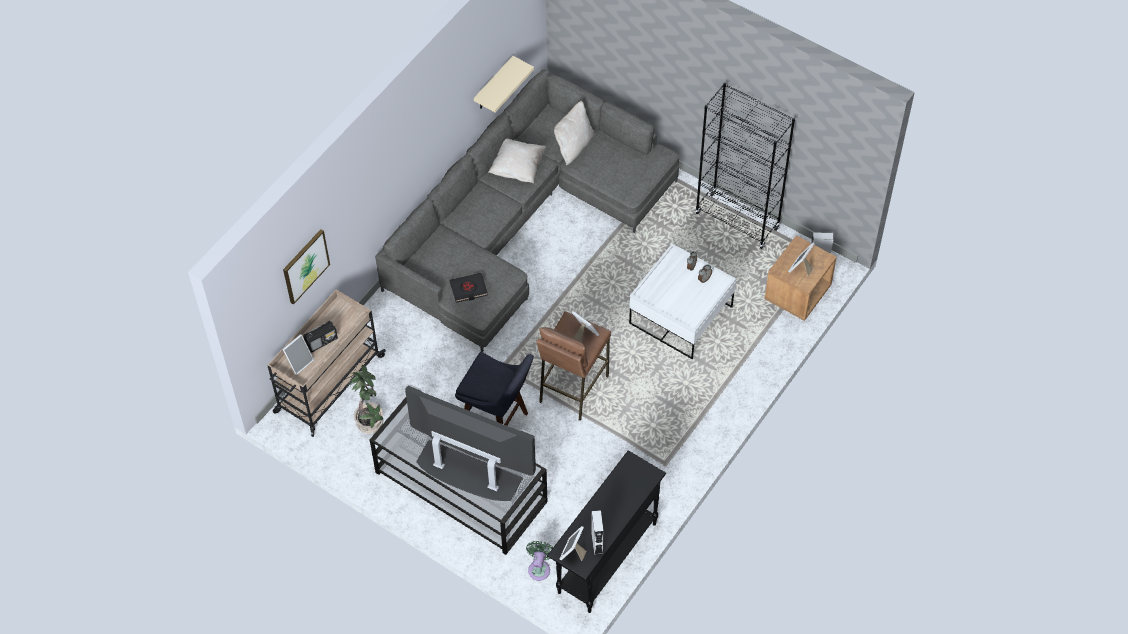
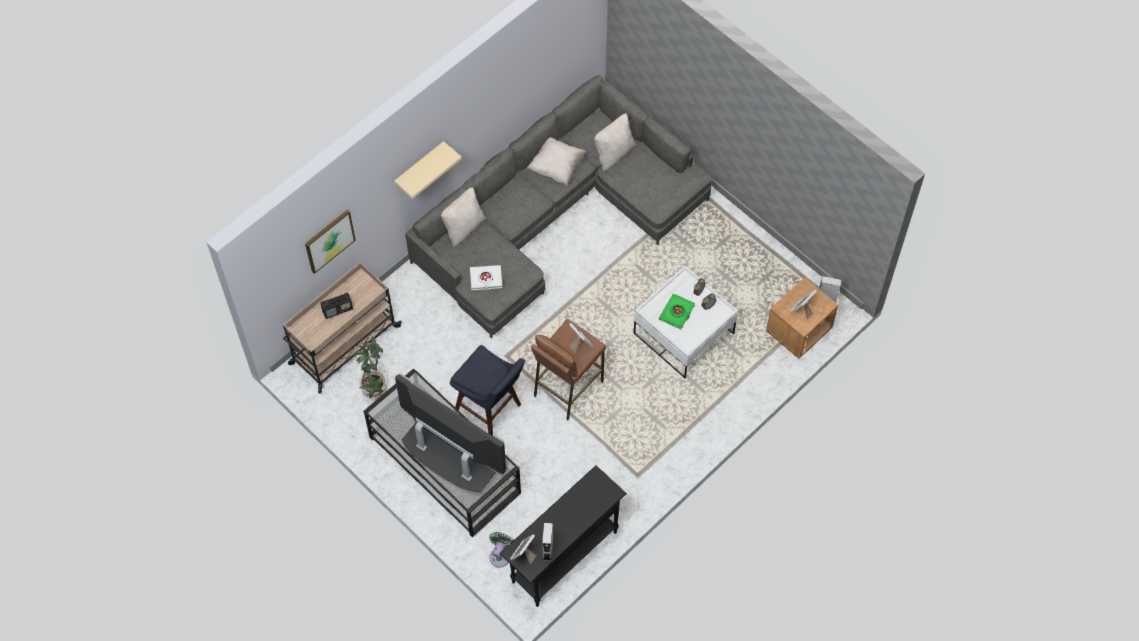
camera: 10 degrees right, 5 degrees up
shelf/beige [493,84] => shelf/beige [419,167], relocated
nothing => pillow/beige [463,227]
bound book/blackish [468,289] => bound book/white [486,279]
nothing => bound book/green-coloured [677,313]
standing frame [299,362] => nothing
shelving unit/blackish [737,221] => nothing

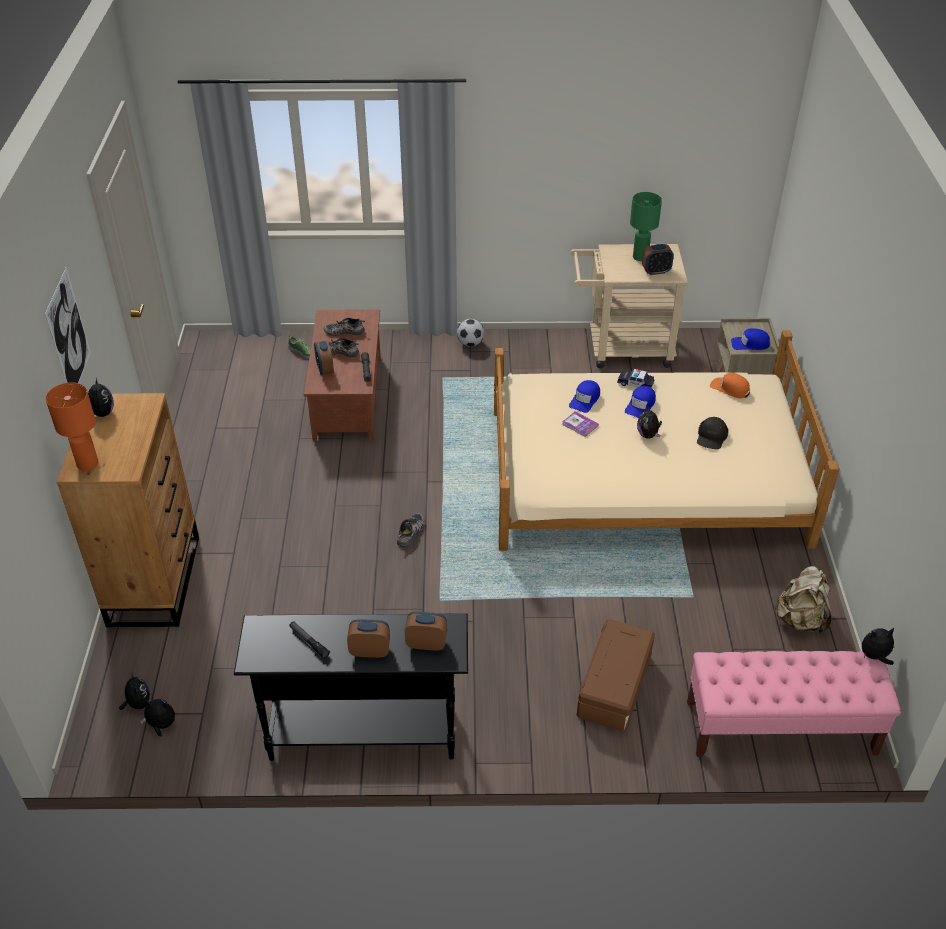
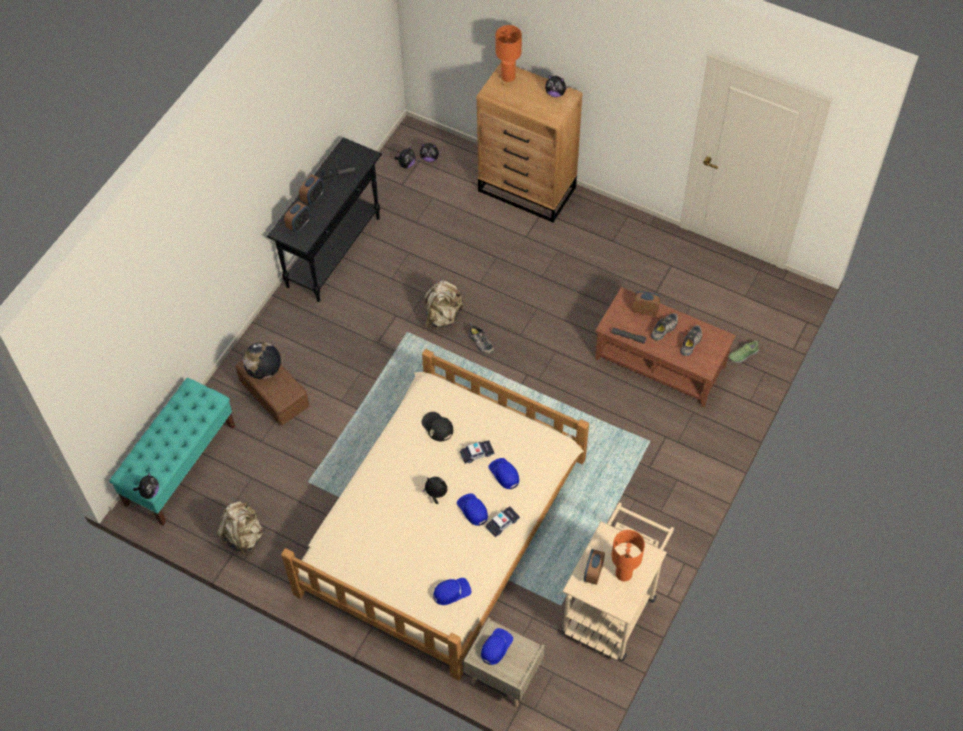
camera: 120 degrees right, 15 degrees up
indoor bench/pinkish [779,728] => indoor bench/blue-green [180,464]
nothing => world globe [264,370]
cap/blackish [711,437] => cap/blackish [437,427], relocated
nothing => backpack/beige [443,316]
cap/orange-coloured [730,388] => cap/blue-coloured [451,592]
bound book [580,425] => model car [477,453]
tabletop lamp/green-coloured [640,257] => tabletop lamp/orange-coloured [624,574]
wall art [68,334] => nothing
football [470,343] => nothing

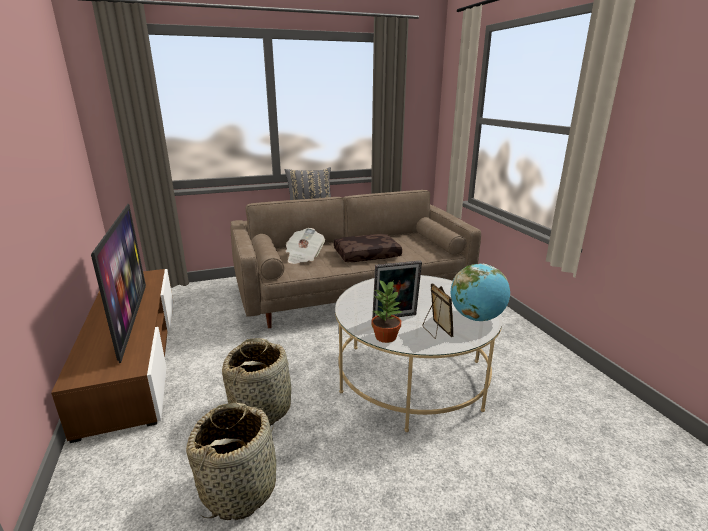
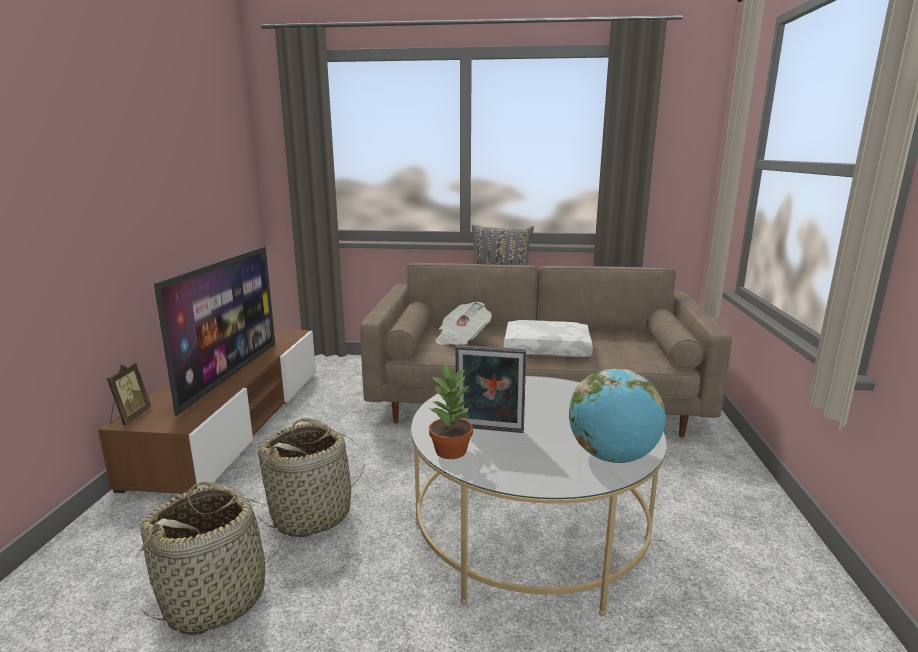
camera: 25 degrees right, 5 degrees down
standing frame [436,331] => standing frame [130,417], relocated
pillow/brown-coloured [367,255] => pillow/white [547,349]

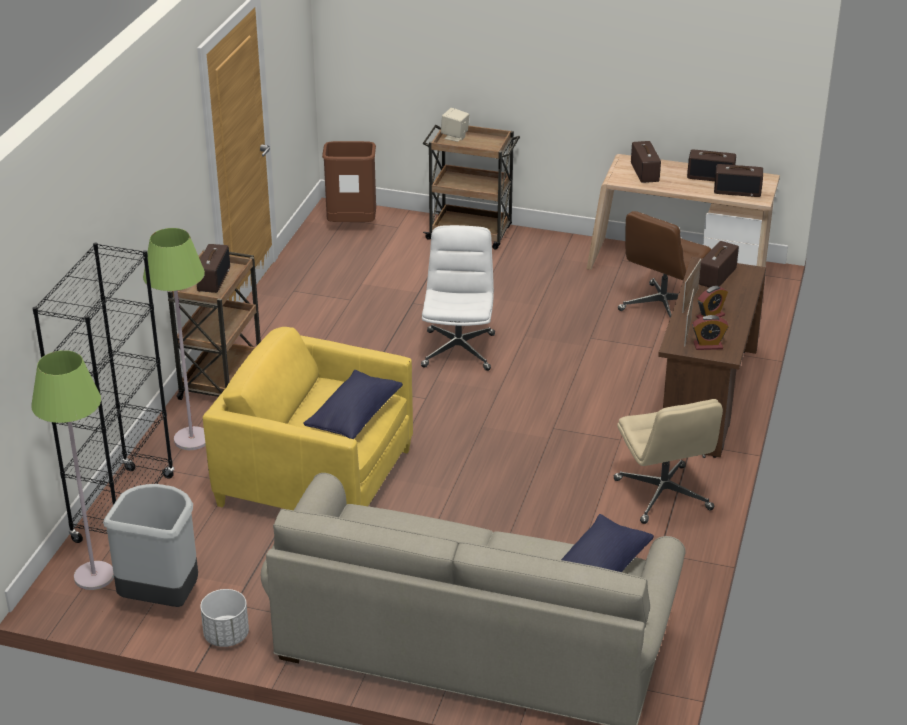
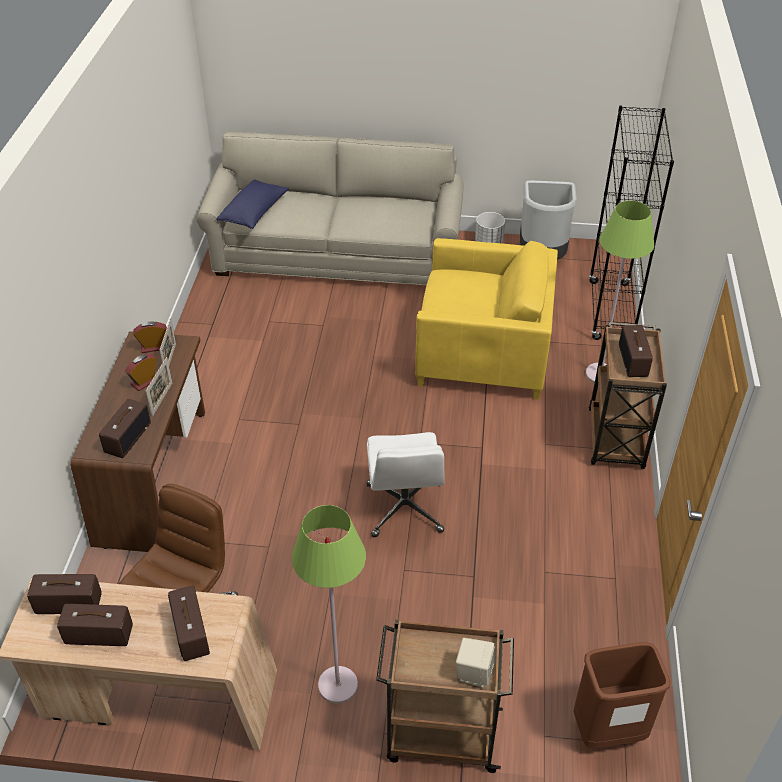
camera: 170 degrees right, 10 degrees up
standard lamp/green-coloured [94,576] => standard lamp/green-coloured [337,685], relocated
pillow/blue-coloured [354,416] => nothing
desk chair/beige [663,495] => nothing

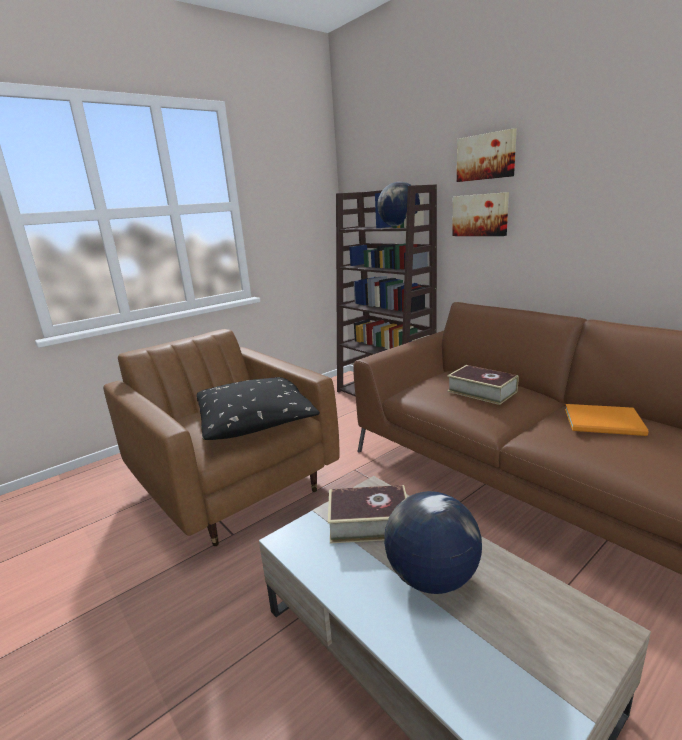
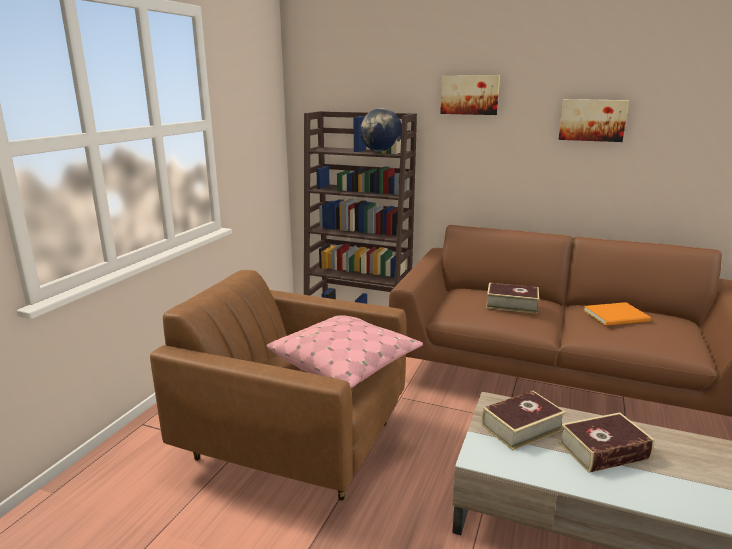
camera: 30 degrees left, 0 degrees up
pillow/blackish [257,419] => pillow/pinkish [345,361]
wall art [480,215] => wall art [592,120], relocated
world globe [431,577] => bound book [603,450]

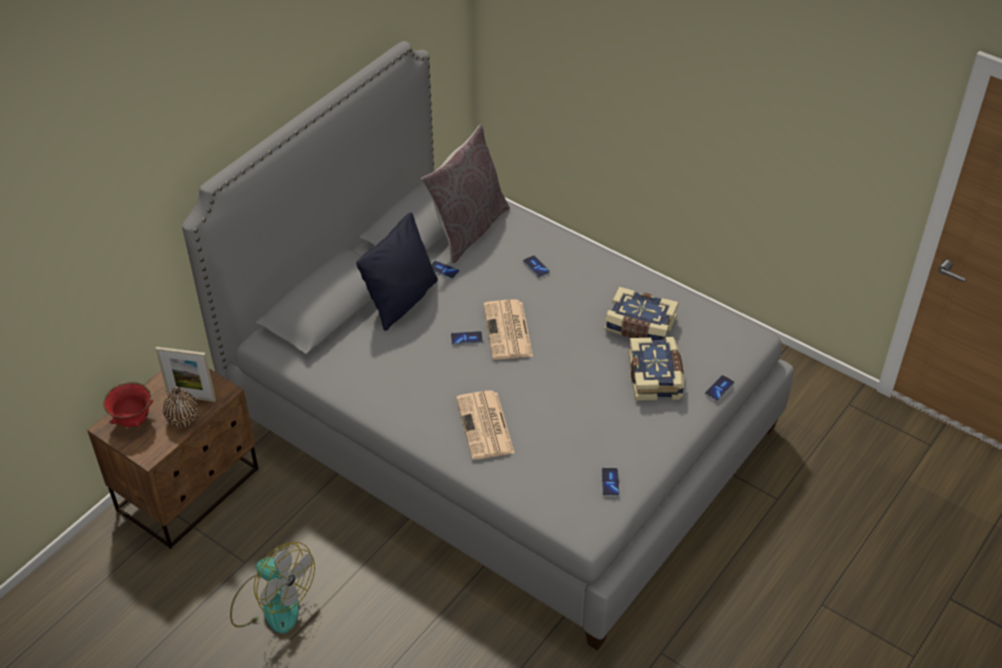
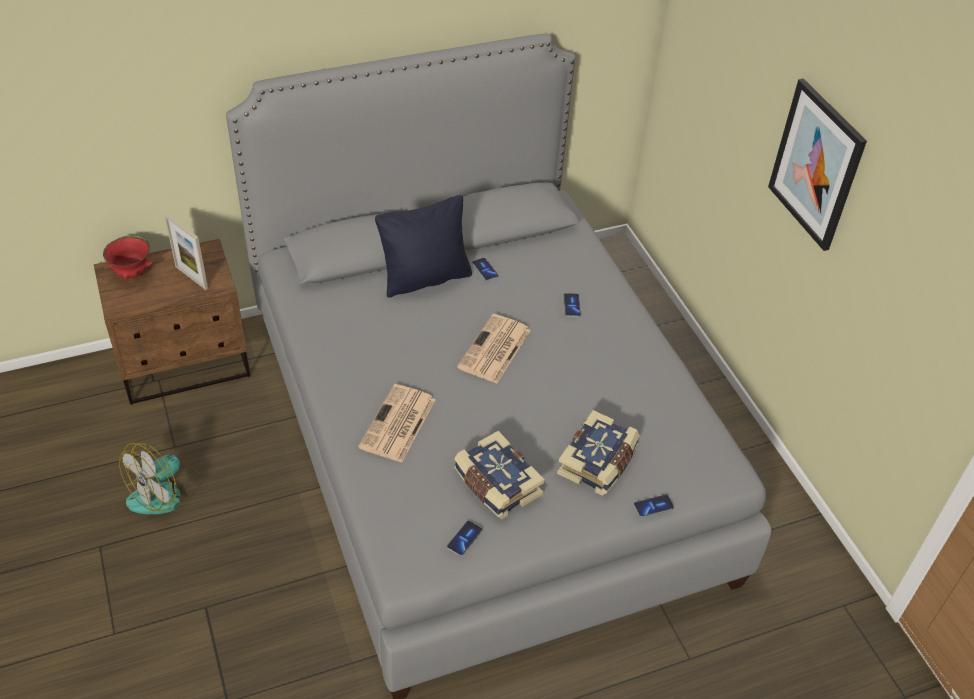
camera: 30 degrees right, 0 degrees up
electric fan [272,602] => electric fan [165,492], 60 degrees clockwise
bound book [639,326] => bound book [496,485], relocated
nothing => wall art [816,165]
vase/brown-coloured [183,419] => nothing
pillow/grey [468,229] => nothing
phone [466,338] => nothing

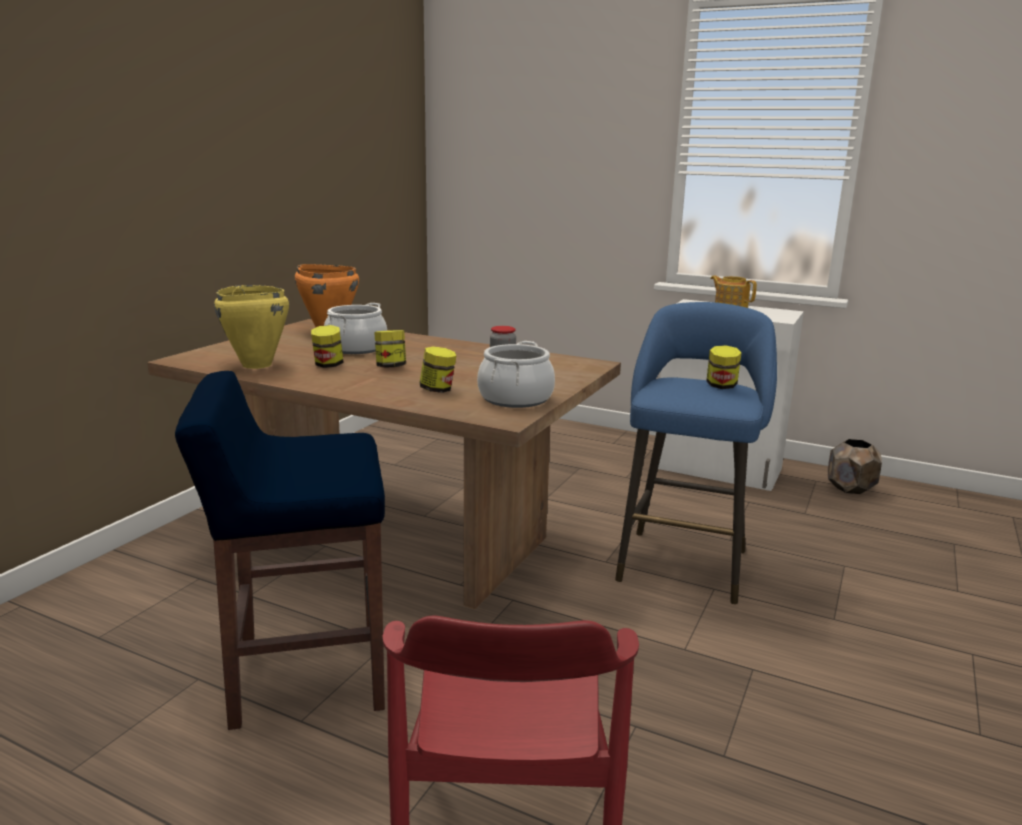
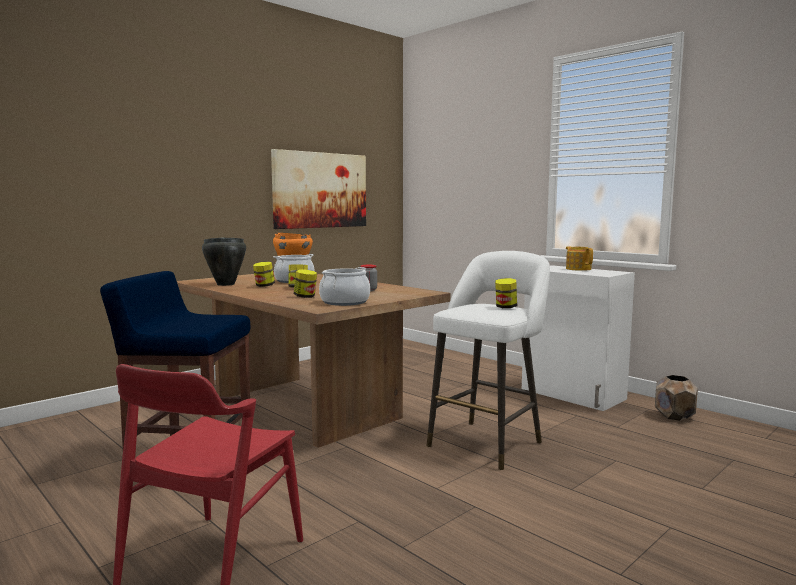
camera: 20 degrees right, 10 degrees down
stockpot/yellow-coloured [256,365] => stockpot/blackish [225,284]
nothing => wall art [320,190]
stool/blue-coloured [684,561] => stool/white [488,442]

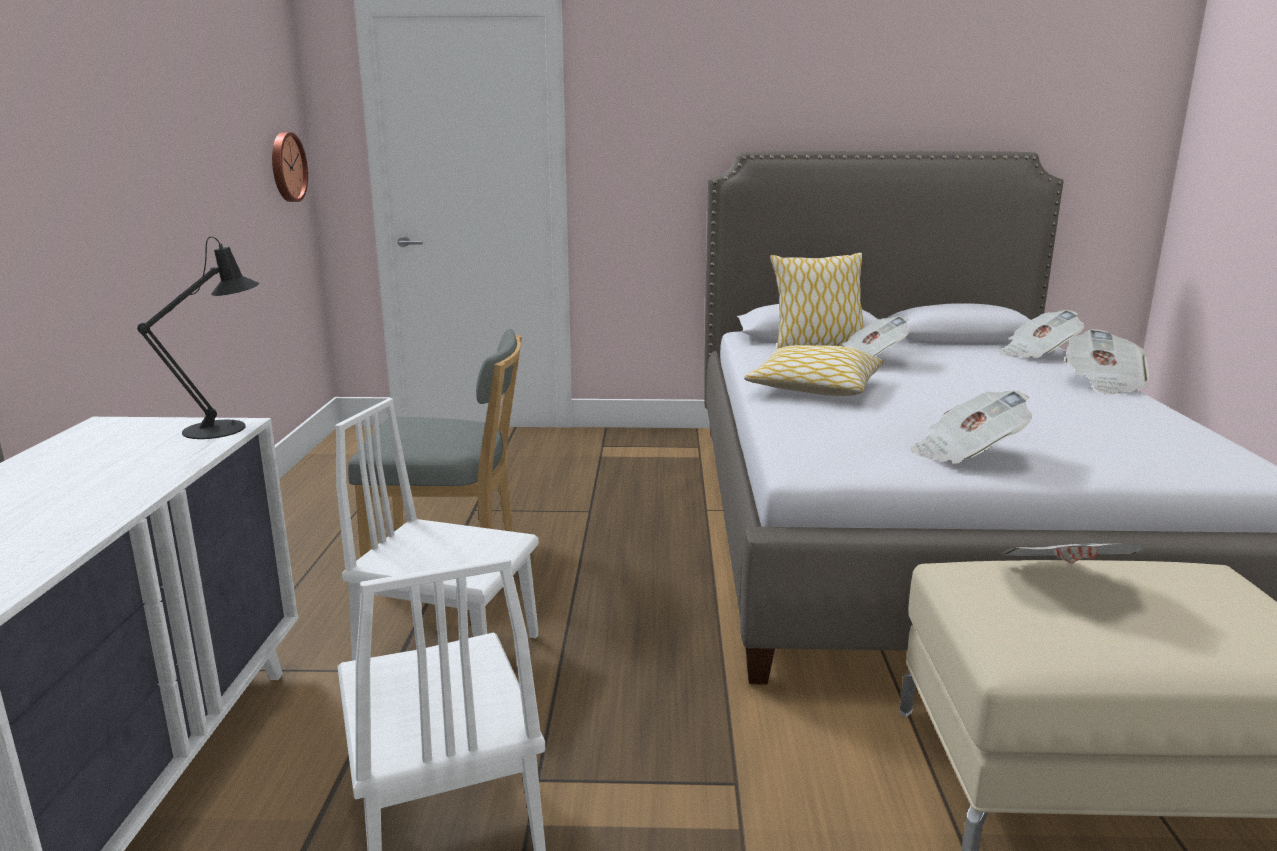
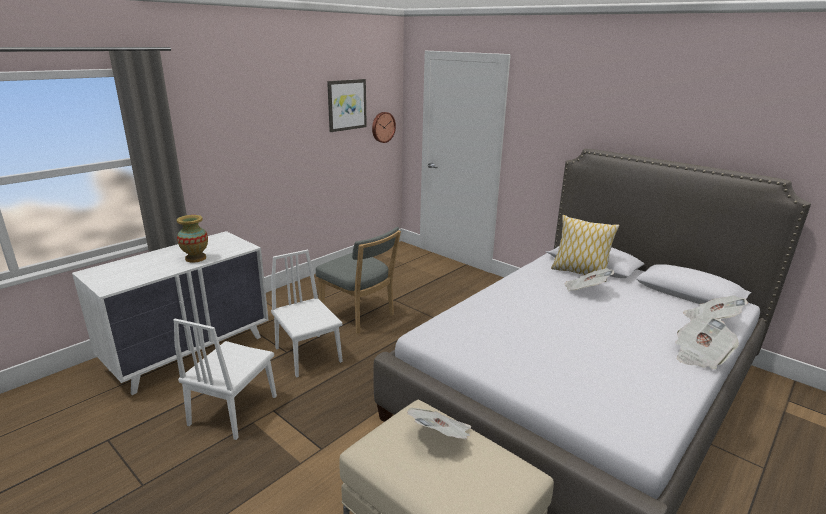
camera: 40 degrees right, 5 degrees up
nothing => vase [196,258]
nothing => wall art [346,105]
tabletop lamp/blackish [224,428] => nothing
pillow [814,388] => nothing
daily paper [966,454] => nothing

